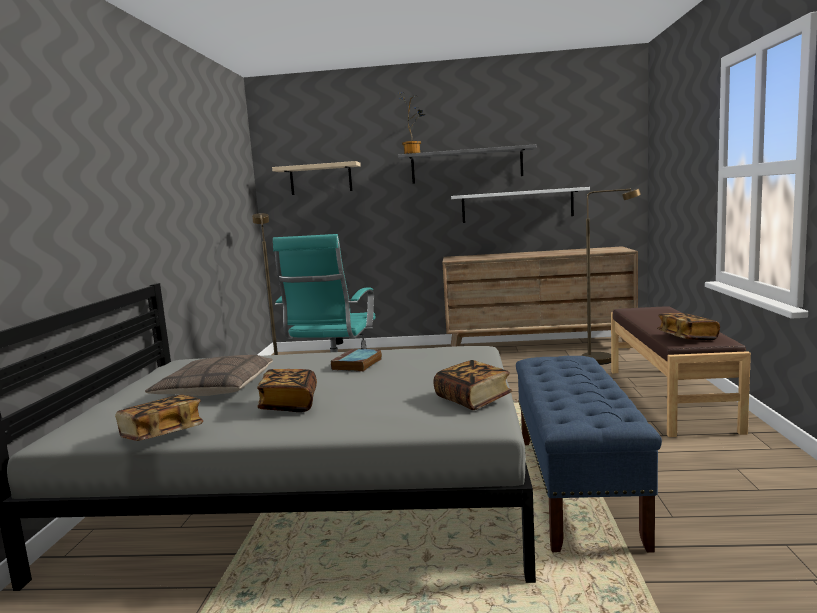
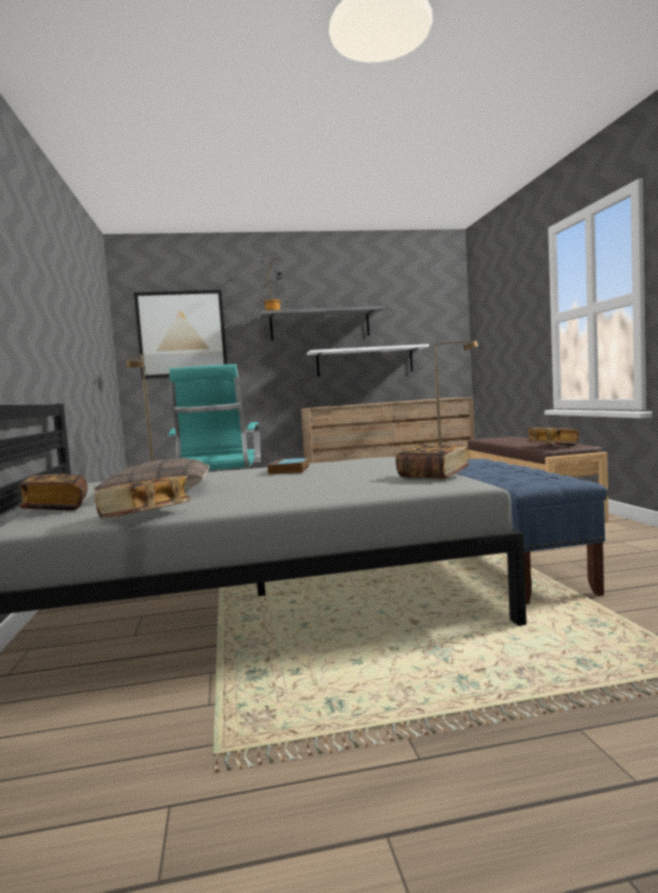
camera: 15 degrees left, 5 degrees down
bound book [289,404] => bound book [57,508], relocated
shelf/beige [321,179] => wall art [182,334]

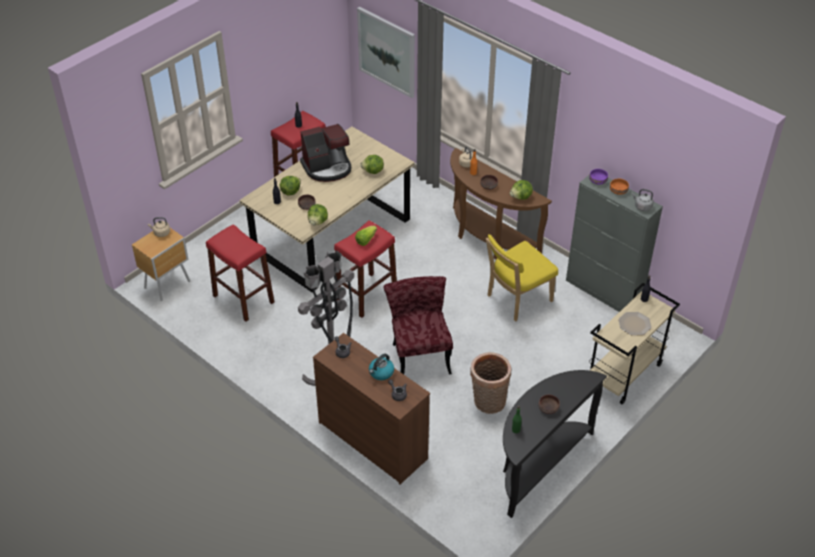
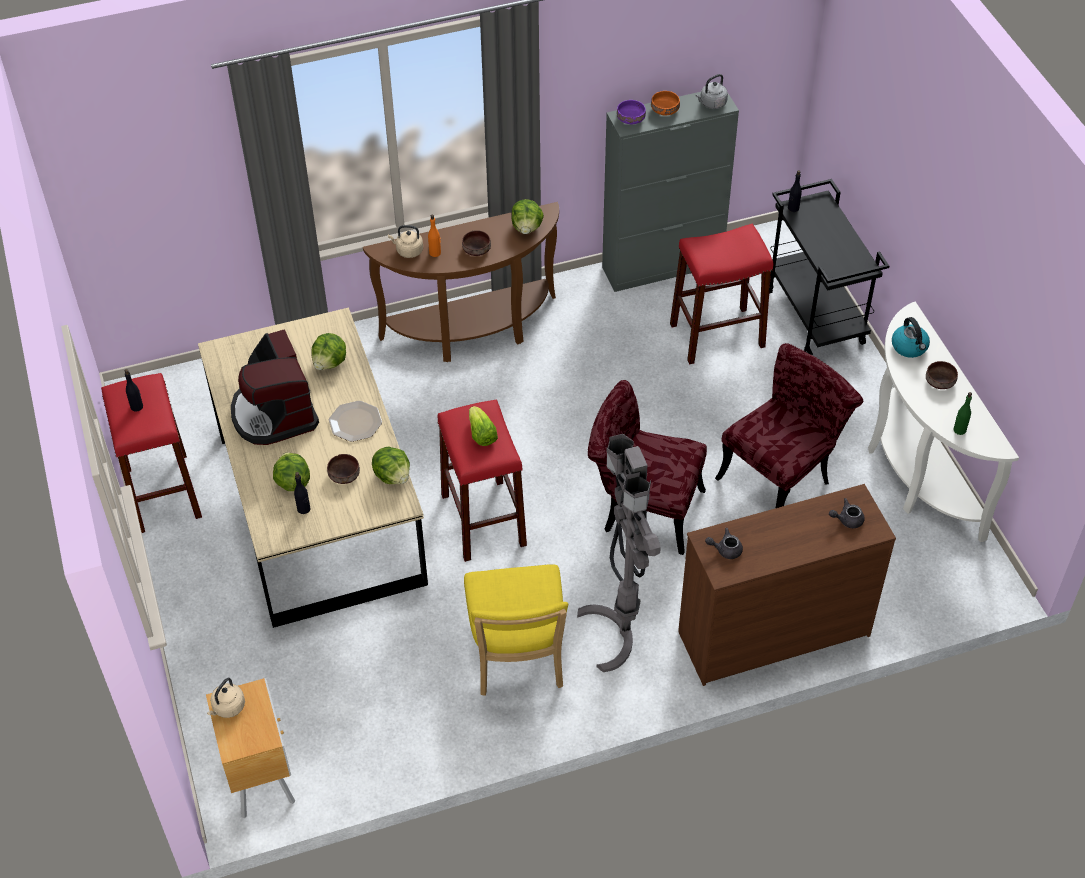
camera: 60 degrees left, 5 degrees up
coffee machine [327,168] => coffee machine [274,413], 150 degrees clockwise
dinner plate [634,324] => dinner plate [355,422], relocated
upright chair/yellow-coloured [516,299] => upright chair/yellow-coloured [517,660], relocated
stool/red [243,299] => stool/red [717,335], relocated
household basket [488,403] => upright chair/red [781,475]
trolley/beige [624,374] => trolley/blackish [816,317]
narrow table/blackish [538,464] => narrow table/white [915,472]
kettle [381,373] => kettle [909,347], relocated
wall art [387,52] => nothing

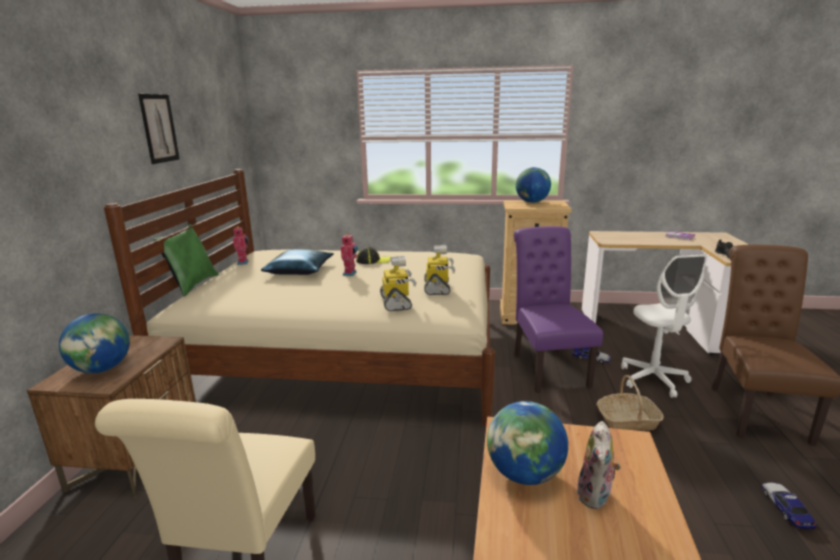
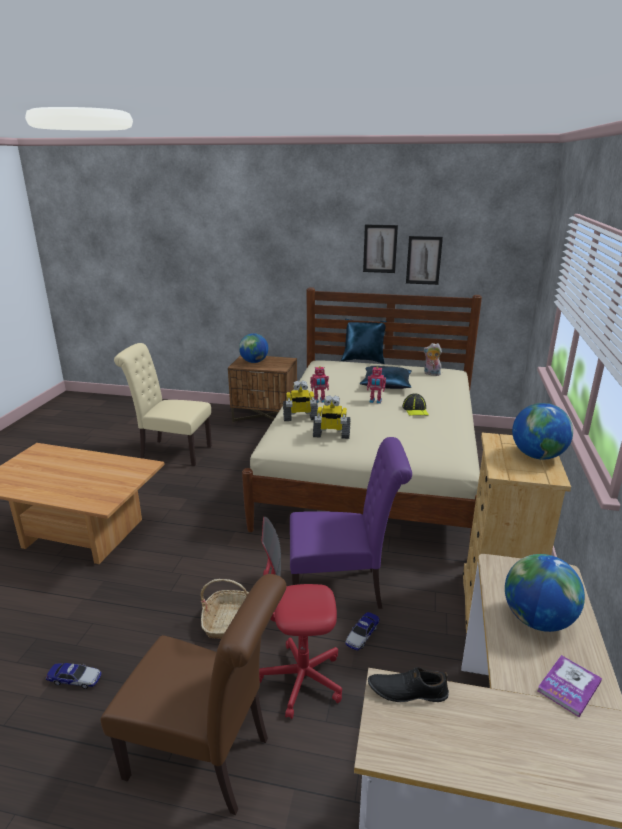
camera: 95 degrees right, 5 degrees up
desk chair/white [653,379] => desk chair/red [301,679]
toy robot [243,262] => toy robot [319,401], relocated
pillow/green-coloured [192,285] => pillow/blue-coloured [363,360]
nothing => wall art [423,260]
soft toy [596,496] => soft toy [431,374], relocated
world globe [524,474] => world globe [537,620], relocated

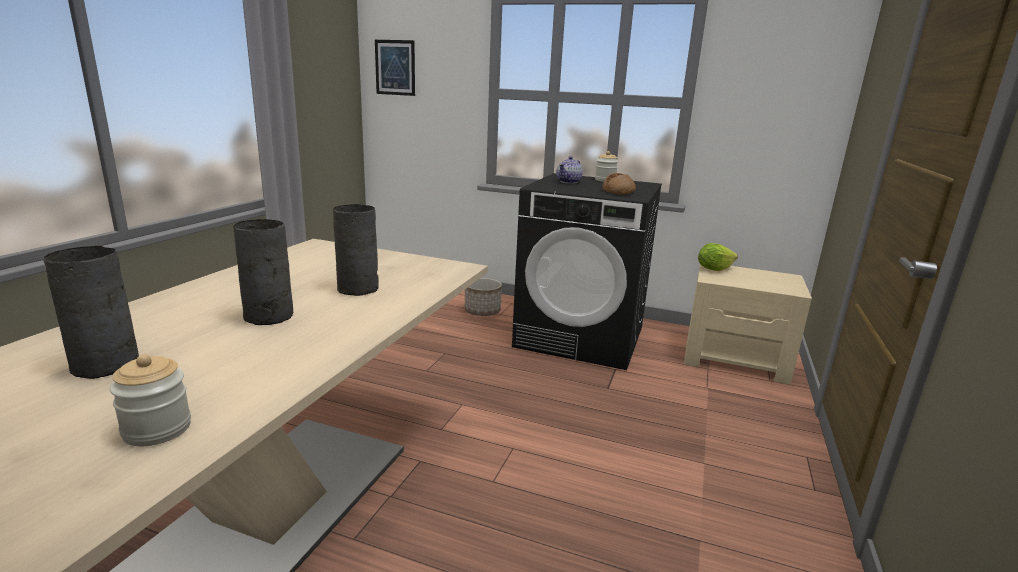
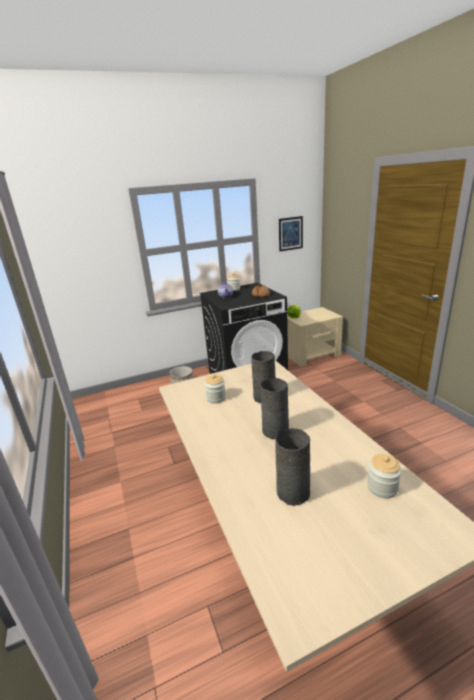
camera: 40 degrees left, 5 degrees up
nothing => jar [216,398]
wall art [395,67] => wall art [290,233], relocated

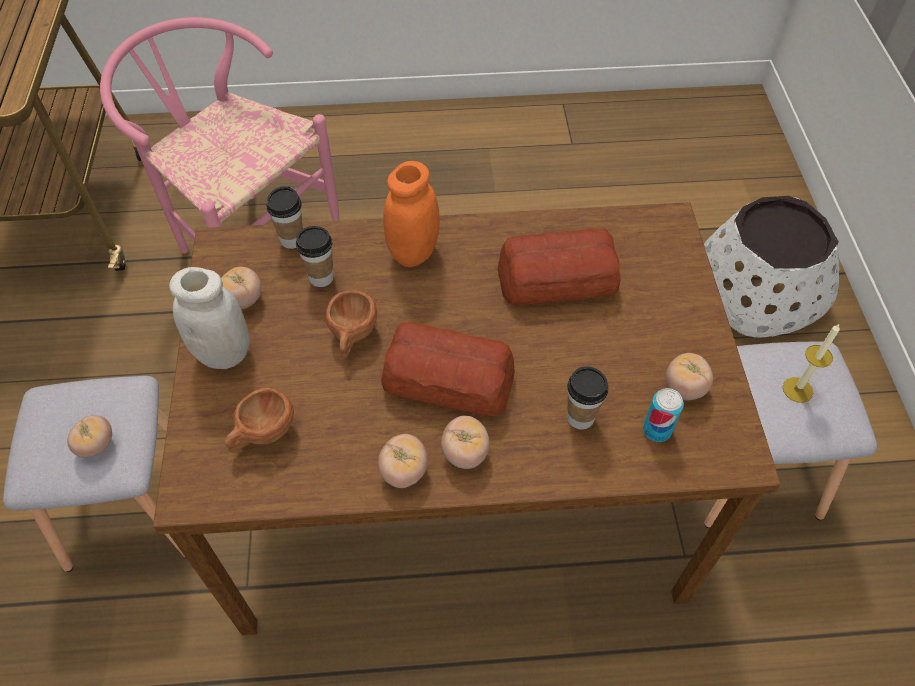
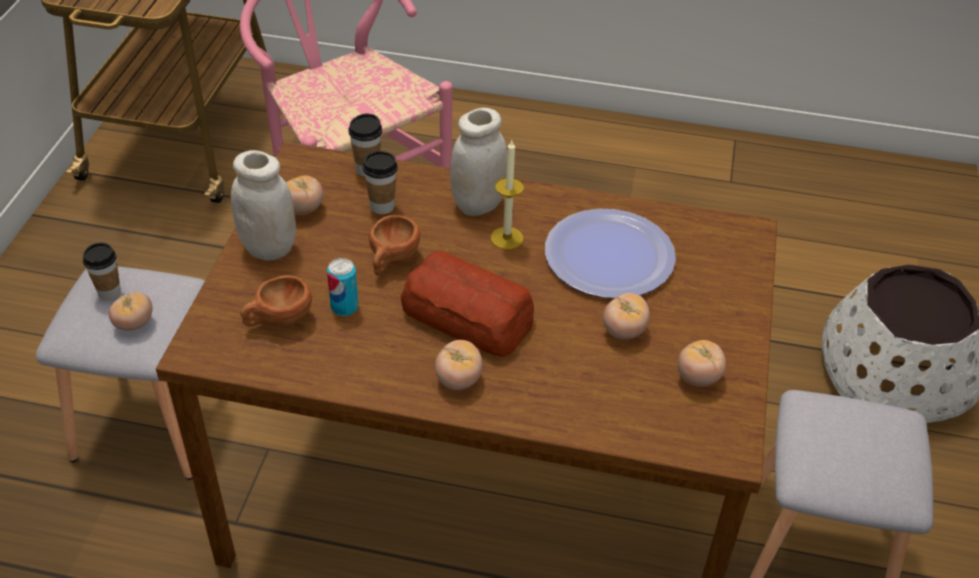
camera: 15 degrees right, 10 degrees down
drinking cup [580,417] => drinking cup [109,292], relocated
can [657,430] => can [344,307], relocated
jar/orange-coloured [414,252] => jar/white [478,204]
wax light [797,390] => wax light [507,238], relocated
baked bread [556,278] => dinner plate [609,255]
tomato [404,471] => tomato [624,331], relocated

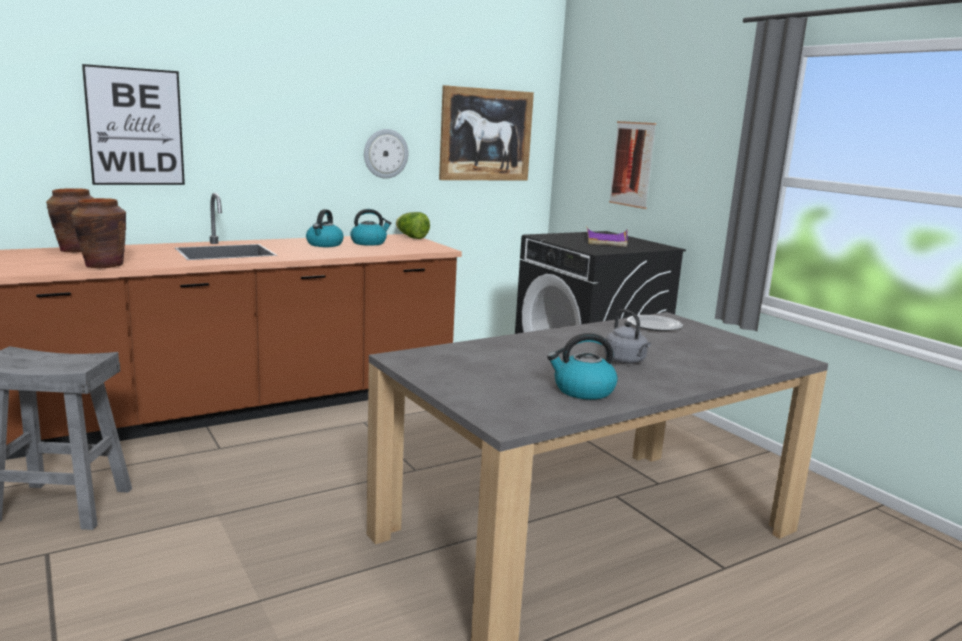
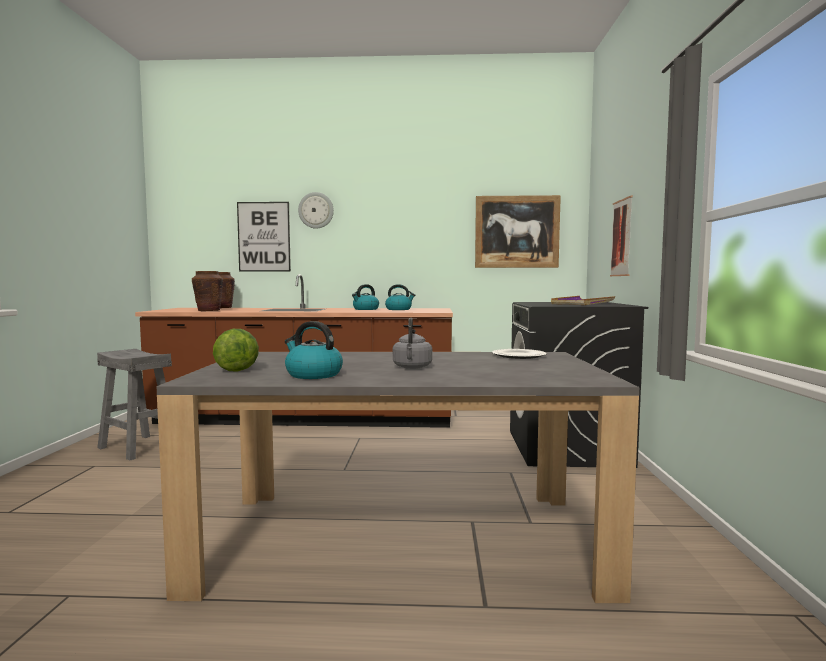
camera: 35 degrees right, 10 degrees down
lettuce [411,237] => lettuce [236,369], relocated
clock on the wall [385,153] => clock on the wall [316,210], relocated

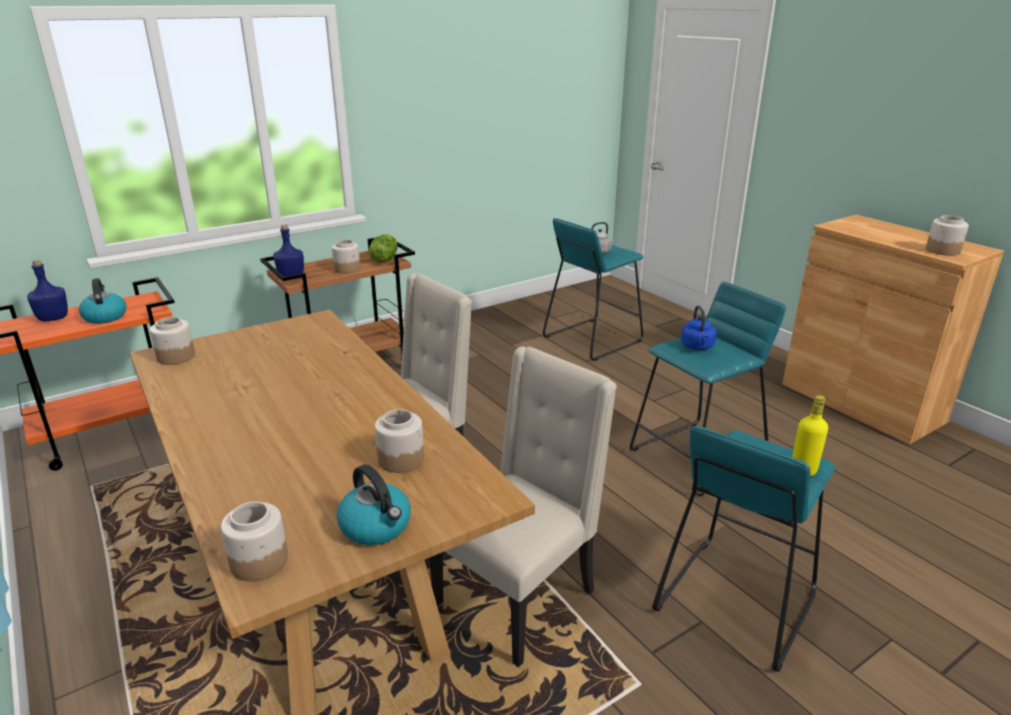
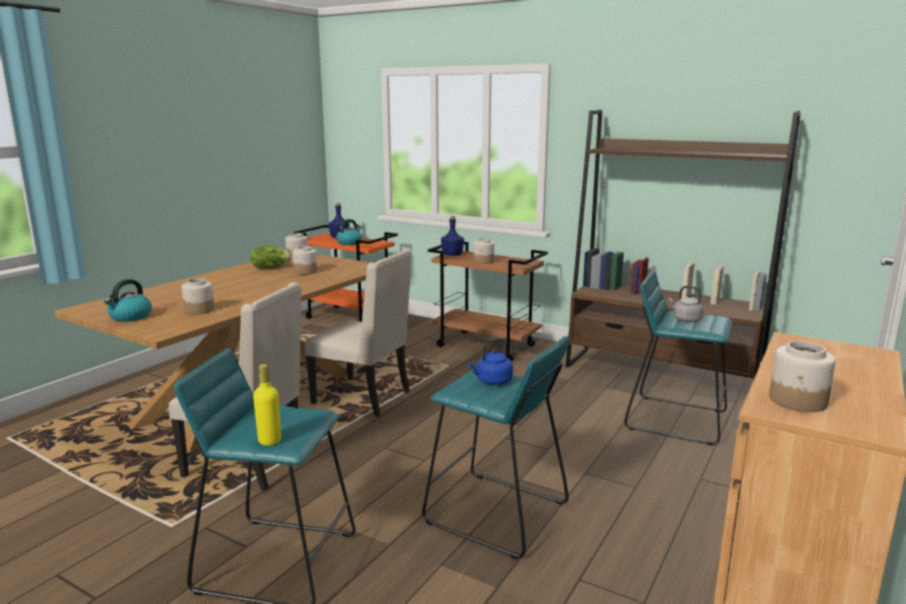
camera: 65 degrees right, 10 degrees down
lettuce [384,259] => lettuce [270,268], relocated
jar [258,561] => jar [305,272], relocated
nothing => shelving unit/brown-coloured [661,375]

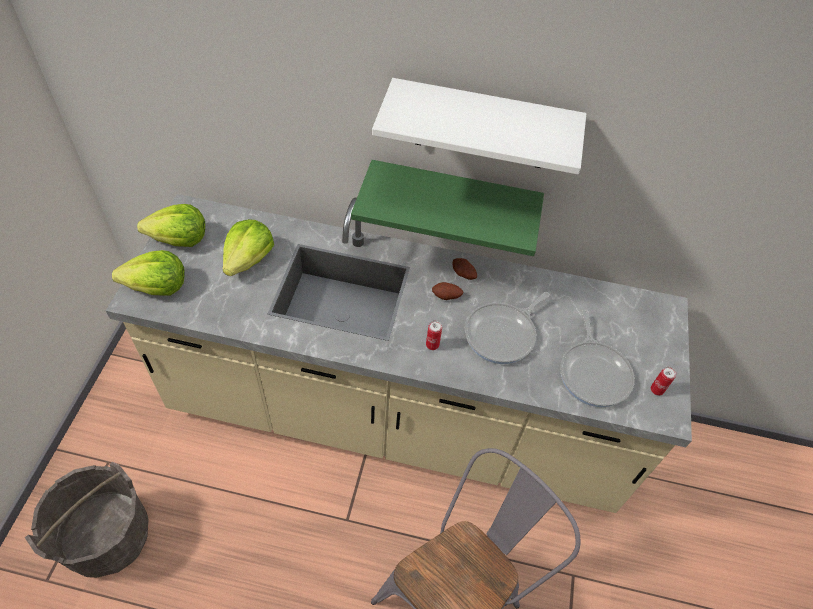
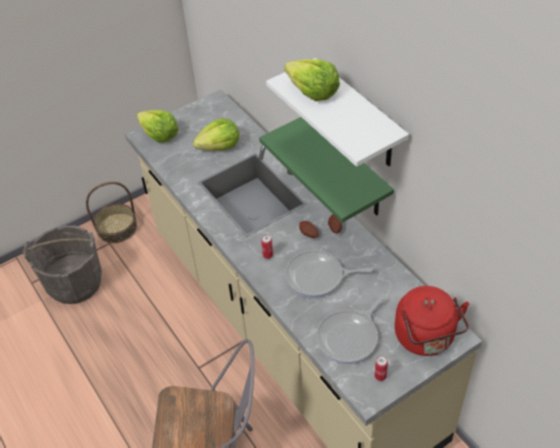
camera: 50 degrees right, 5 degrees down
nothing => household basket [117,227]
lettuce [179,239] => lettuce [313,92], relocated
nothing => kettle/red [426,338]

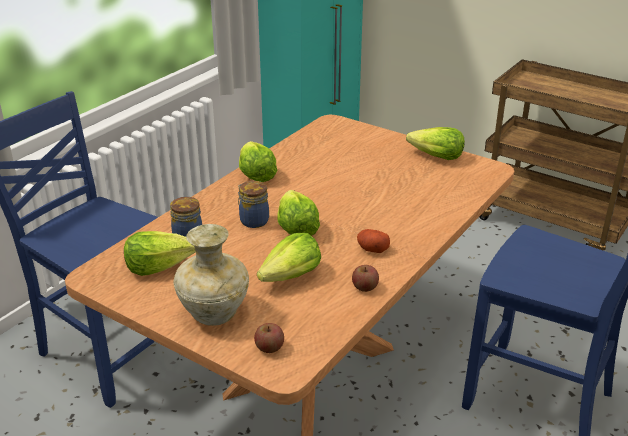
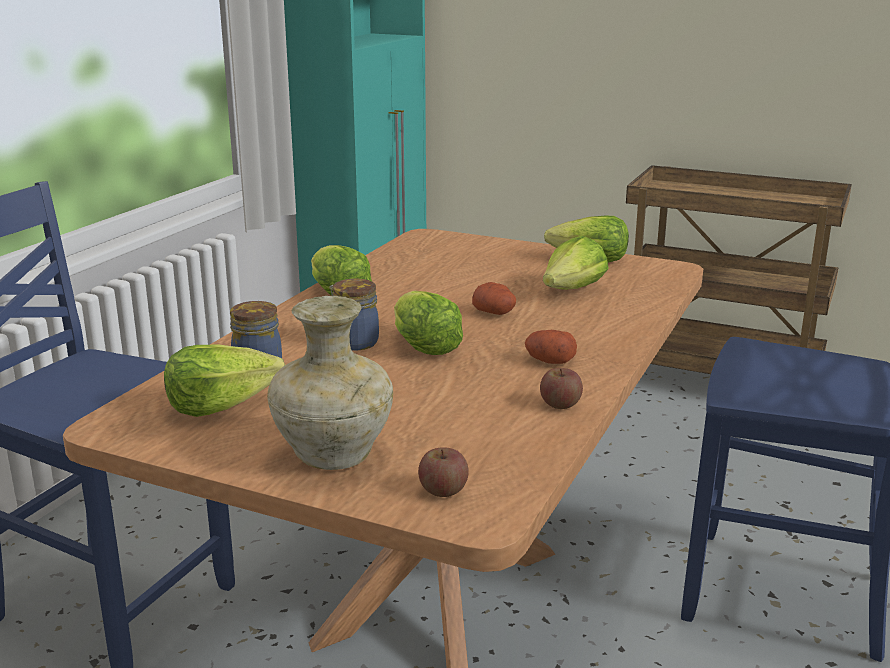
camera: 10 degrees left, 10 degrees down
nothing => whole potato [495,312]
lettuce [291,276] => lettuce [573,290], relocated

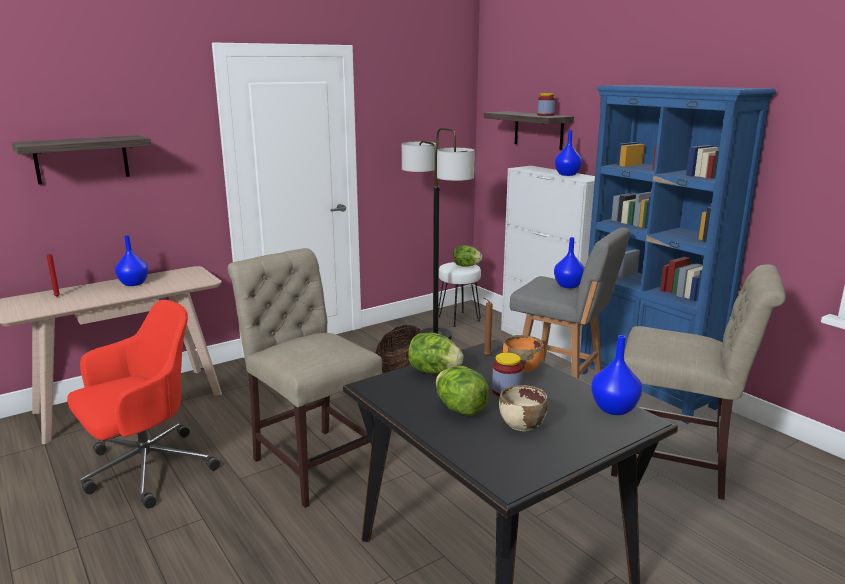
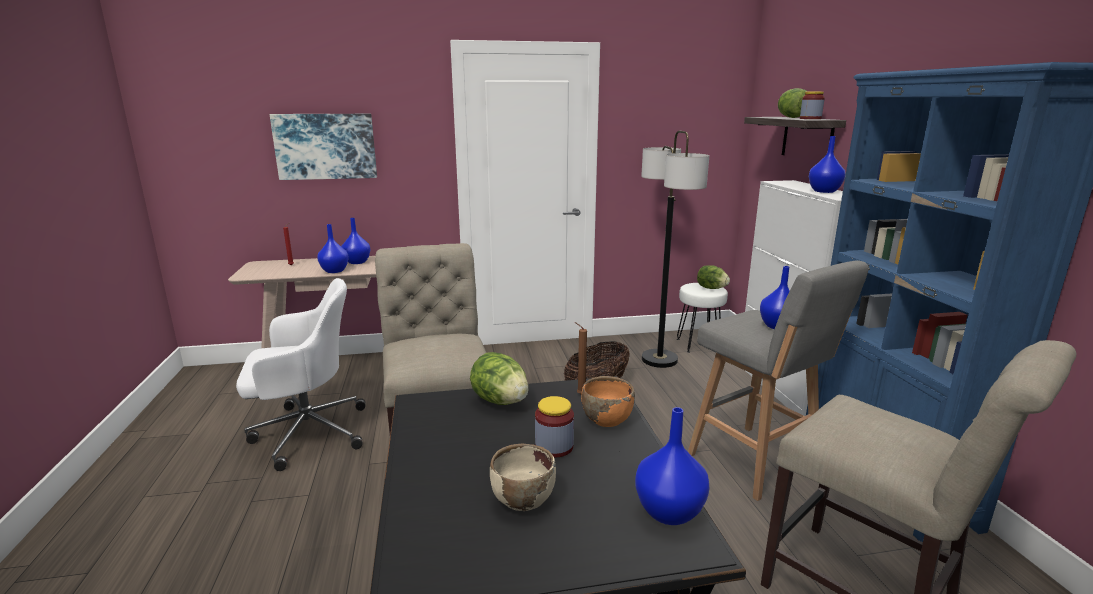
camera: 25 degrees right, 0 degrees up
desk chair/red [145,469] => desk chair/white [307,433]
shelf [82,159] => wall art [325,146]
nothing => vase/blue-coloured [334,271]
lettuce [460,409] => lettuce [791,117], relocated

